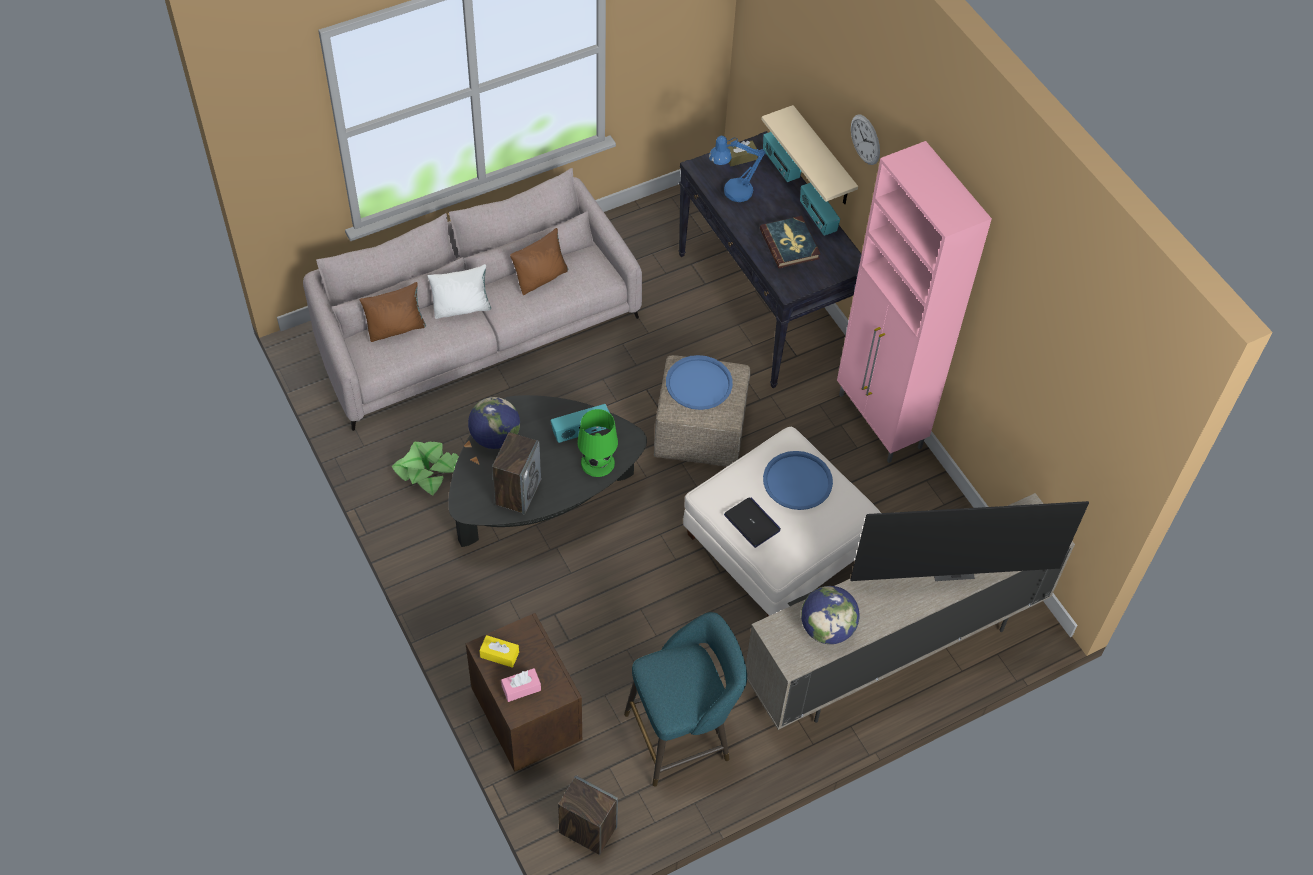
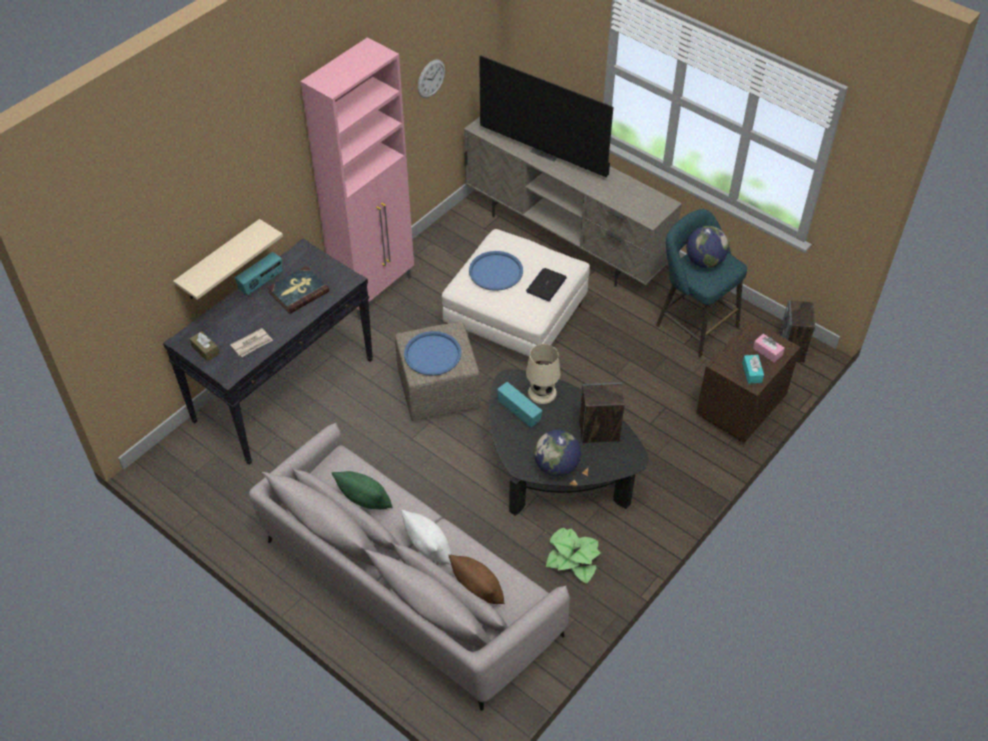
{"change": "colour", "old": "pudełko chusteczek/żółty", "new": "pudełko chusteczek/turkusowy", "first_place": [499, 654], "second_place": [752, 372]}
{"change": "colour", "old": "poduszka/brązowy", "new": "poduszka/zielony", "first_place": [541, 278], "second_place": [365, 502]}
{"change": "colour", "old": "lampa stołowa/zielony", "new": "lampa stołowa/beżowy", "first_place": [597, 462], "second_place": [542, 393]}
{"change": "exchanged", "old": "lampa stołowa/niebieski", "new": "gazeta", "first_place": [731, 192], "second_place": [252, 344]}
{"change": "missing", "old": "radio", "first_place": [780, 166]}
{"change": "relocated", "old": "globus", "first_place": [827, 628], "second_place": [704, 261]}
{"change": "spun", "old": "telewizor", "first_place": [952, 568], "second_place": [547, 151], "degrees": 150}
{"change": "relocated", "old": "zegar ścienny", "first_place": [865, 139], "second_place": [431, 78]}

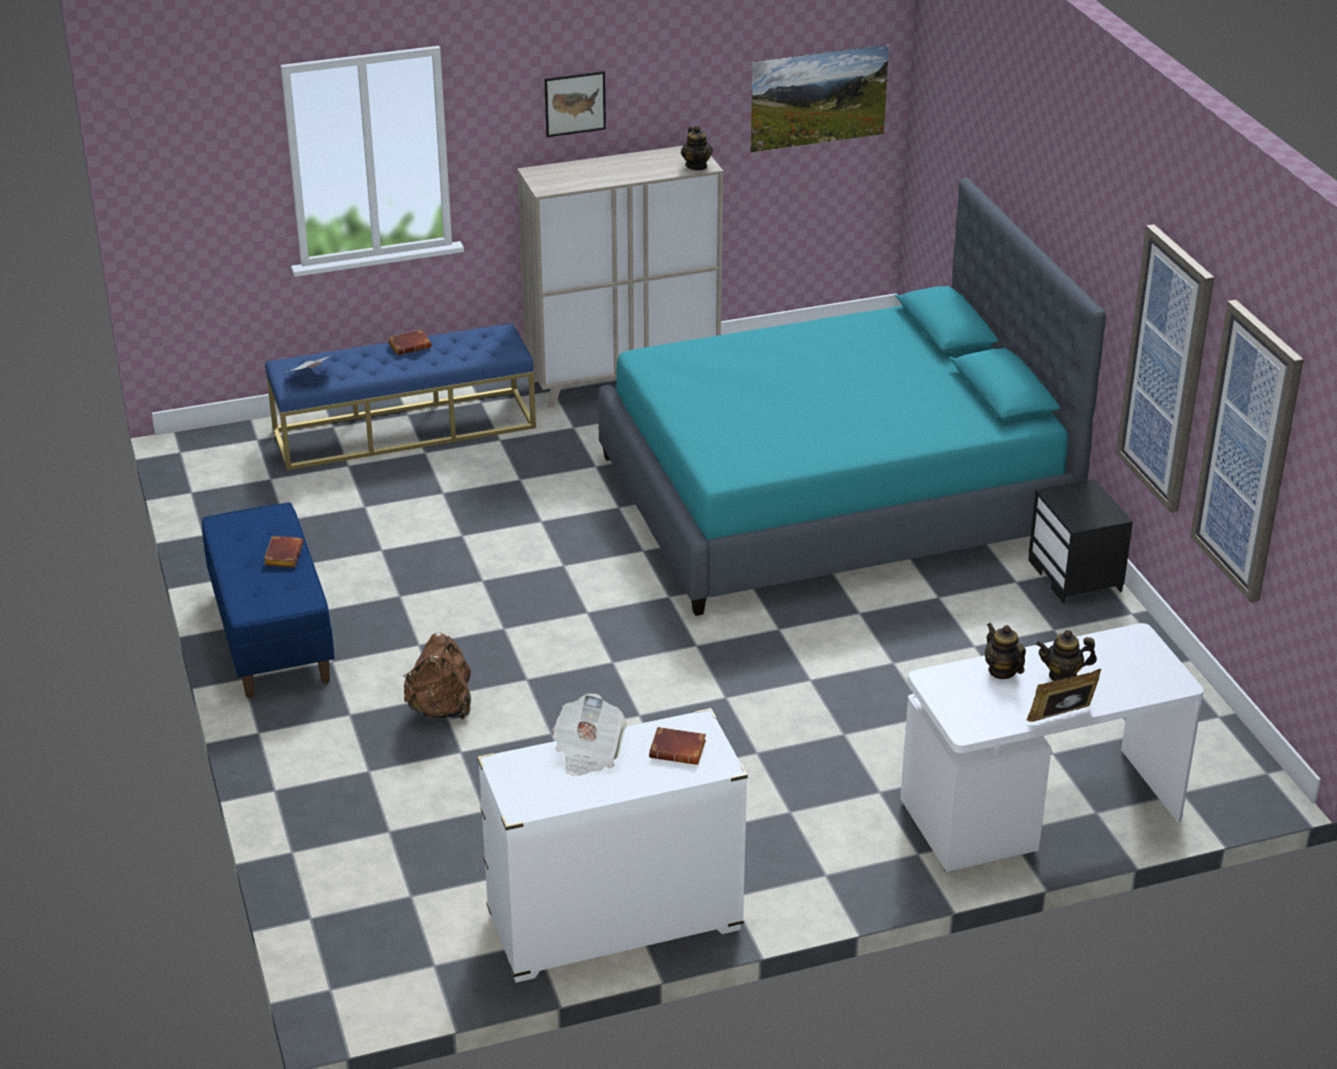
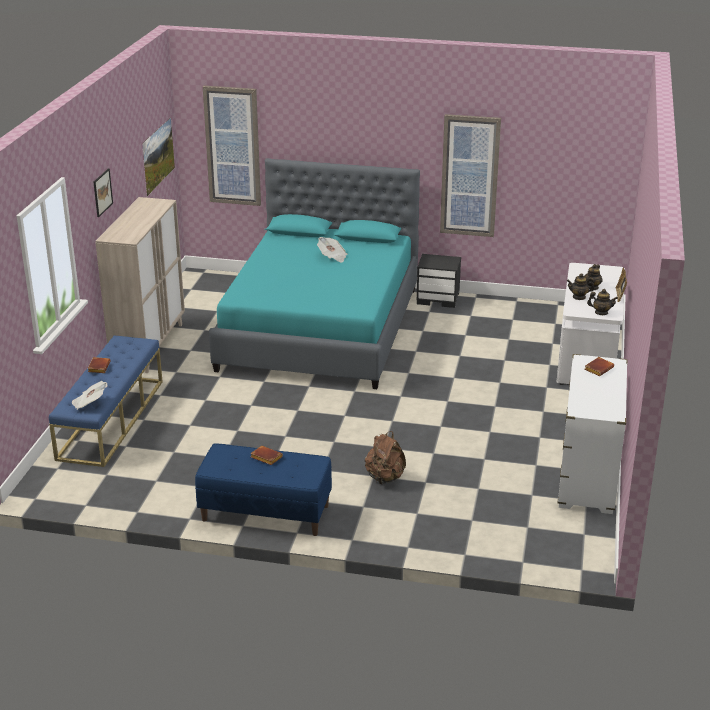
{"change": "relocated", "old": "gazeta", "first_place": [588, 752], "second_place": [332, 257]}
{"change": "relocated", "old": "imbryk", "first_place": [696, 166], "second_place": [601, 312]}
{"change": "relocated", "old": "obraz", "first_place": [1248, 452], "second_place": [233, 146]}

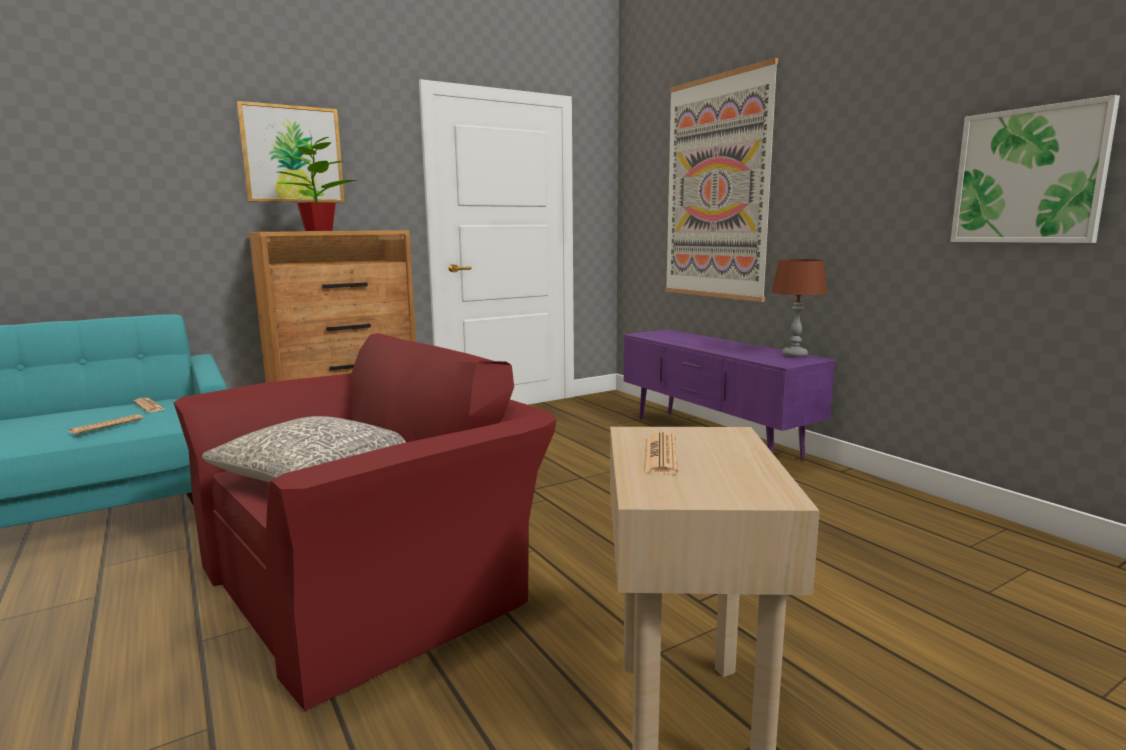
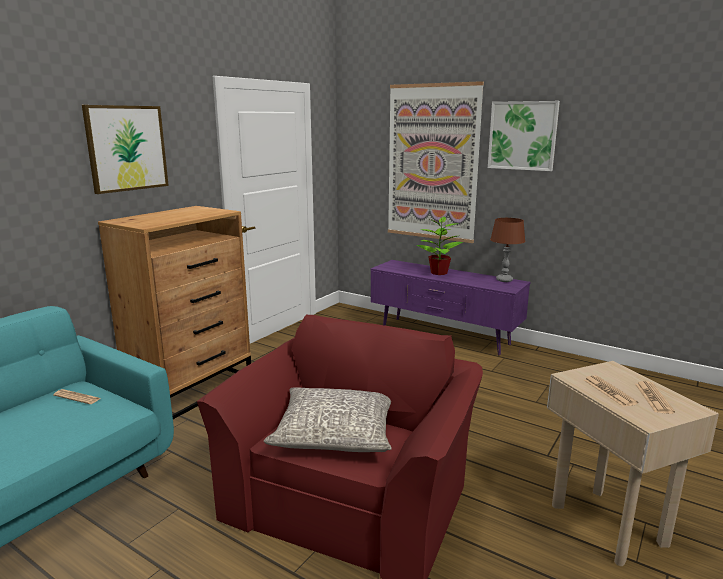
{"change": "relocated", "old": "gazeta", "first_place": [106, 425], "second_place": [653, 398]}
{"change": "relocated", "old": "roślina doniczkowa", "first_place": [317, 230], "second_place": [438, 273]}
{"change": "relocated", "old": "obraz", "first_place": [1029, 176], "second_place": [522, 136]}

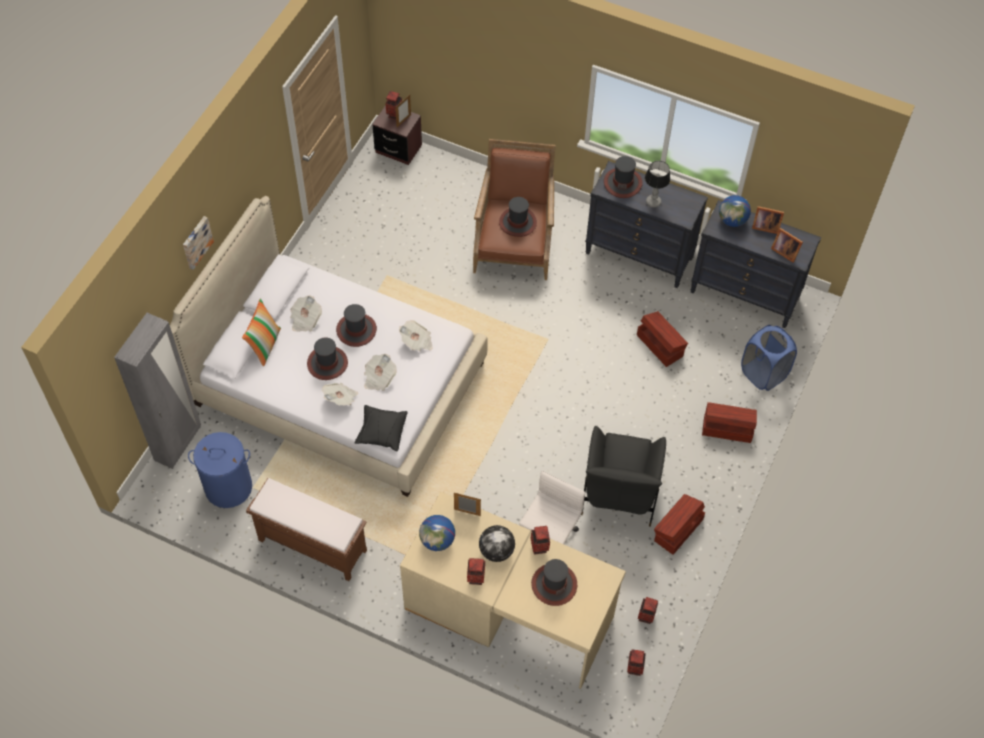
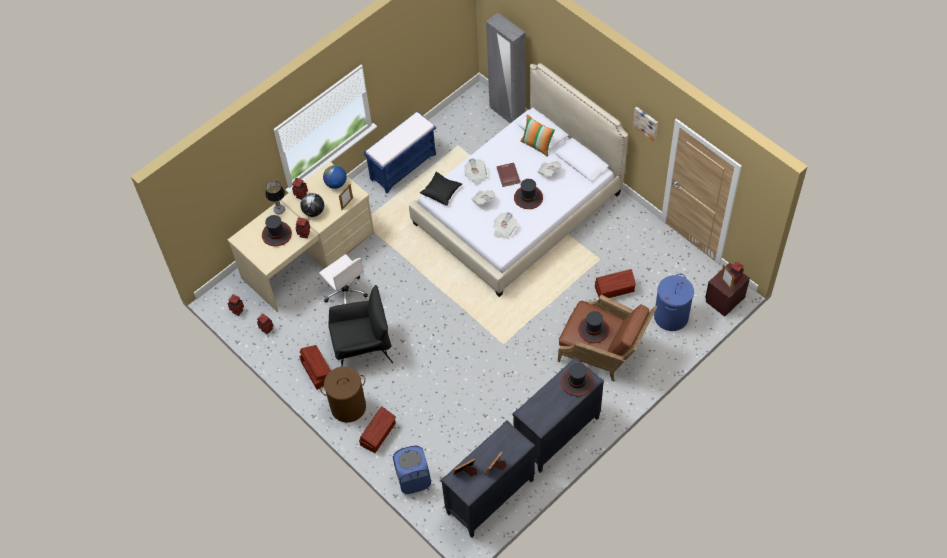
{"change": "relocated", "old": "obraz", "first_place": [196, 242], "second_place": [646, 122]}
{"change": "relocated", "old": "kosz na pranie/niebieski", "first_place": [228, 487], "second_place": [671, 316]}
{"change": "colour", "old": "ławka/brązowy", "new": "ławka/niebieski", "first_place": [311, 545], "second_place": [403, 166]}
{"change": "exchanged", "old": "kapelusz", "new": "książka/czerwony", "first_place": [327, 363], "second_place": [507, 175]}
{"change": "spun", "old": "fotel/czarny", "first_place": [620, 489], "second_place": [362, 347], "degrees": 135}
{"change": "relocated", "old": "pojemnik do przechowywania/brązowy", "first_place": [660, 345], "second_place": [615, 289]}
{"change": "relocated", "old": "lampa stołowa", "first_place": [653, 202], "second_place": [279, 210]}
{"change": "missing", "old": "globus", "first_place": [732, 221]}
{"change": "appeared", "new": "kosz na pranie/brązowy", "second_place": [348, 407]}

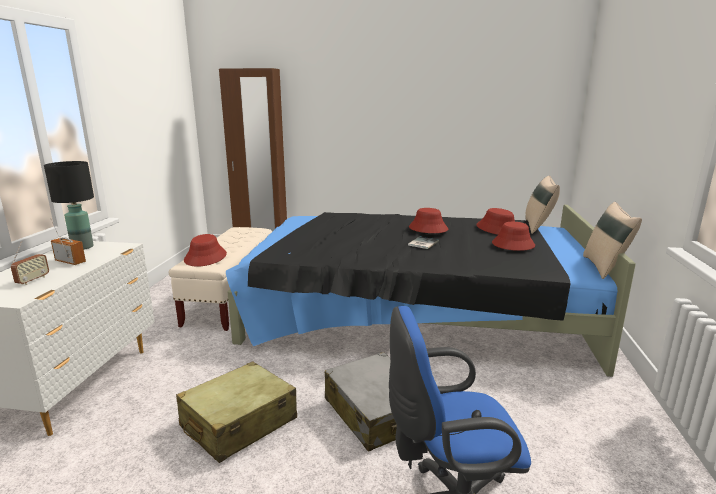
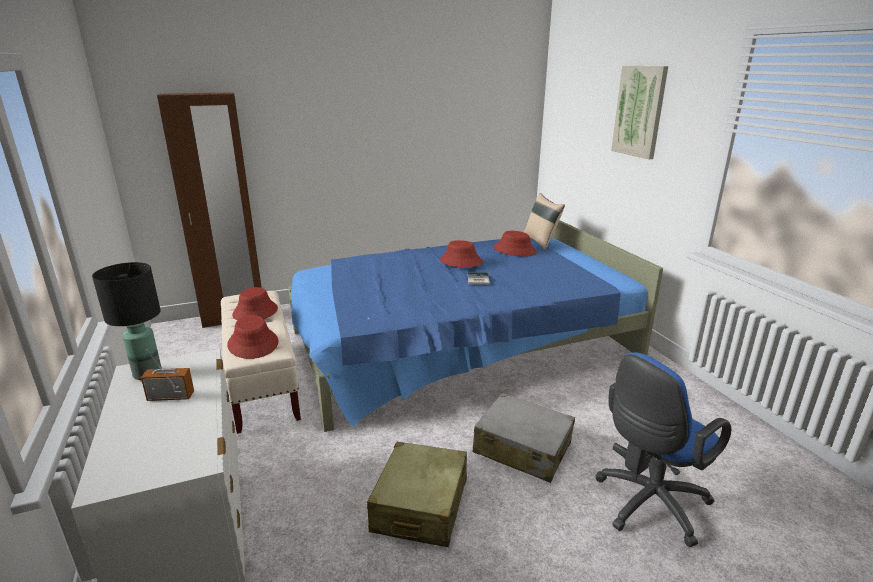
{"change": "missing", "old": "radio", "first_place": [33, 280]}
{"change": "colour", "old": "łóżko/czarny", "new": "łóżko/niebieski", "first_place": [412, 311], "second_place": [459, 345]}
{"change": "relocated", "old": "kapelusz/czerwony", "first_place": [513, 244], "second_place": [255, 312]}
{"change": "missing", "old": "poduszka/beżowy", "first_place": [605, 268]}
{"change": "appeared", "new": "obraz", "second_place": [639, 111]}

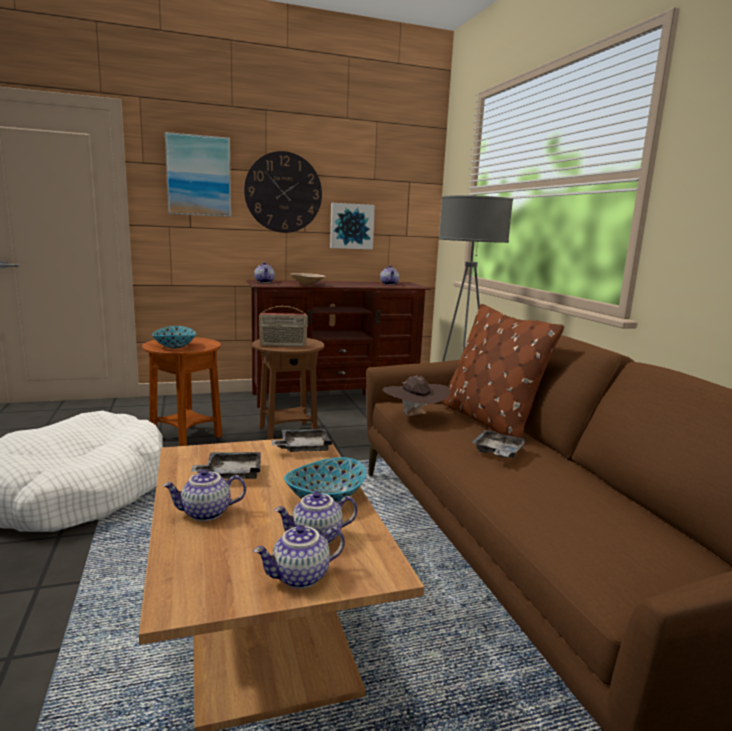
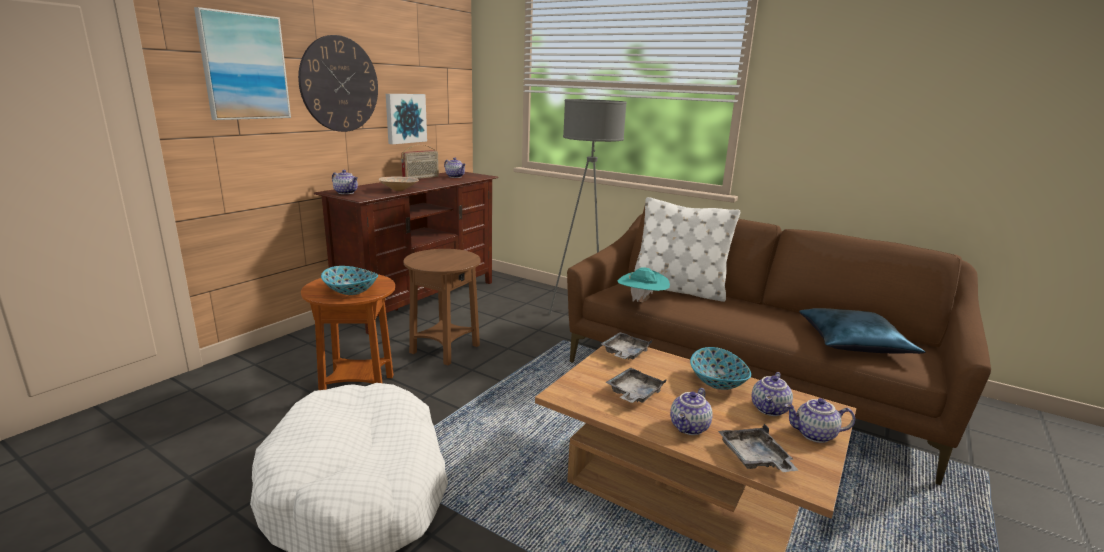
{"change": "spun", "old": "imbryk", "first_place": [300, 578], "second_place": [814, 435], "degrees": 75}
{"change": "relocated", "old": "radio", "first_place": [283, 346], "second_place": [421, 178]}
{"change": "colour", "old": "kapelusz/brązowy", "new": "kapelusz/turkusowy", "first_place": [414, 417], "second_place": [641, 302]}
{"change": "colour", "old": "poduszka/brązowy", "new": "poduszka/biały", "first_place": [488, 420], "second_place": [678, 289]}
{"change": "relocated", "old": "taca/szary", "first_place": [498, 452], "second_place": [754, 458]}
{"change": "appeared", "new": "poduszka/niebieski", "second_place": [853, 342]}

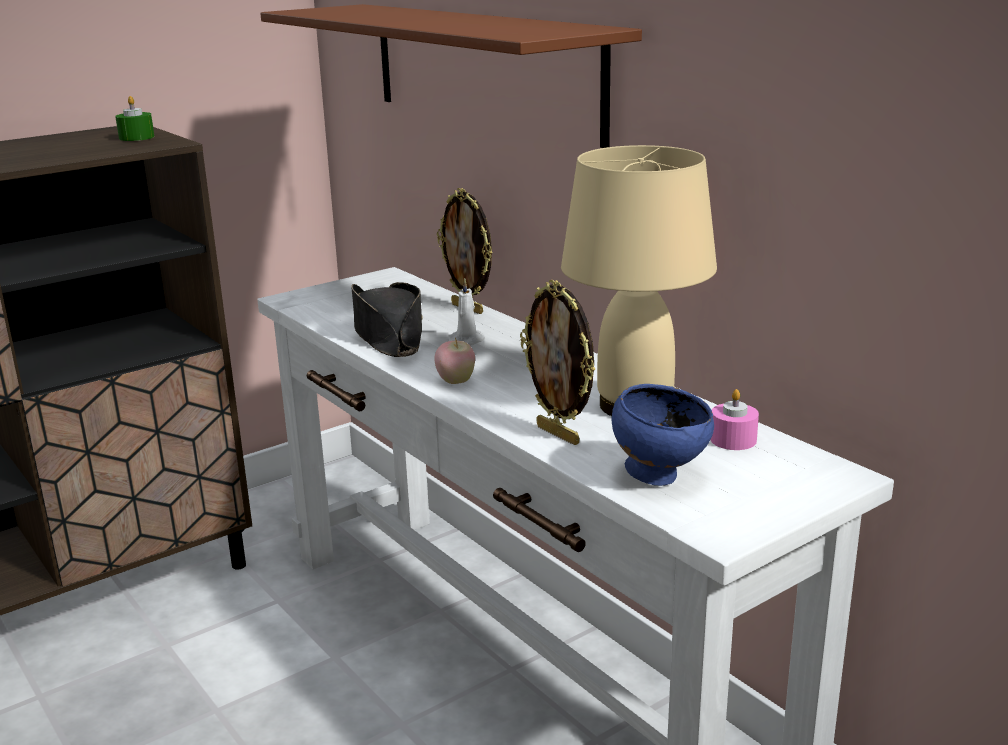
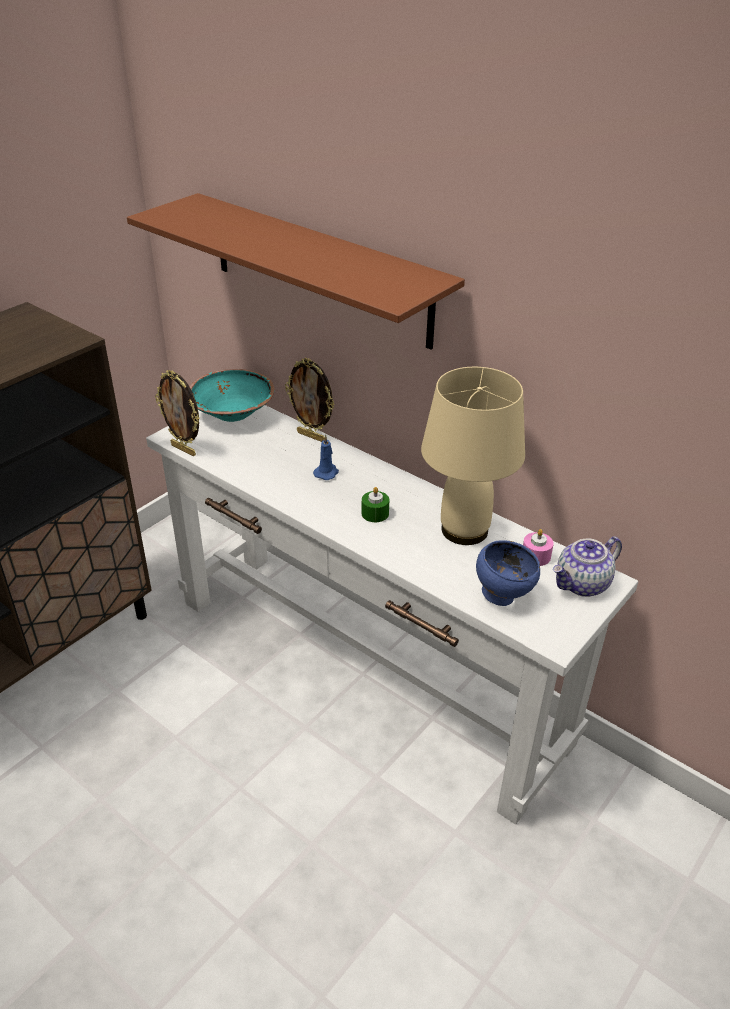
{"change": "relocated", "old": "świeca/zielony", "first_place": [136, 137], "second_place": [375, 513]}
{"change": "missing", "old": "kapelusz/czarny", "first_place": [388, 335]}
{"change": "missing", "old": "jabłko", "first_place": [456, 381]}
{"change": "colour", "old": "świeca/biały", "new": "świeca/niebieski", "first_place": [468, 340], "second_place": [326, 473]}
{"change": "relocated", "old": "ramka na zdjęcie", "first_place": [559, 434], "second_place": [184, 449]}
{"change": "appeared", "new": "miska/turkusowy", "second_place": [233, 413]}
{"change": "appeared", "new": "imbryk", "second_place": [582, 584]}

